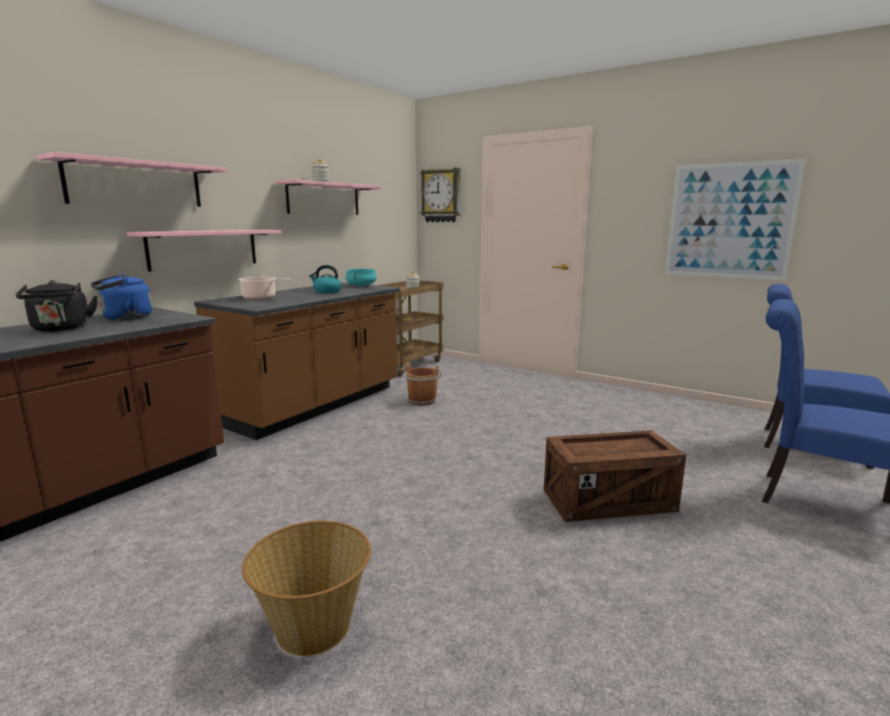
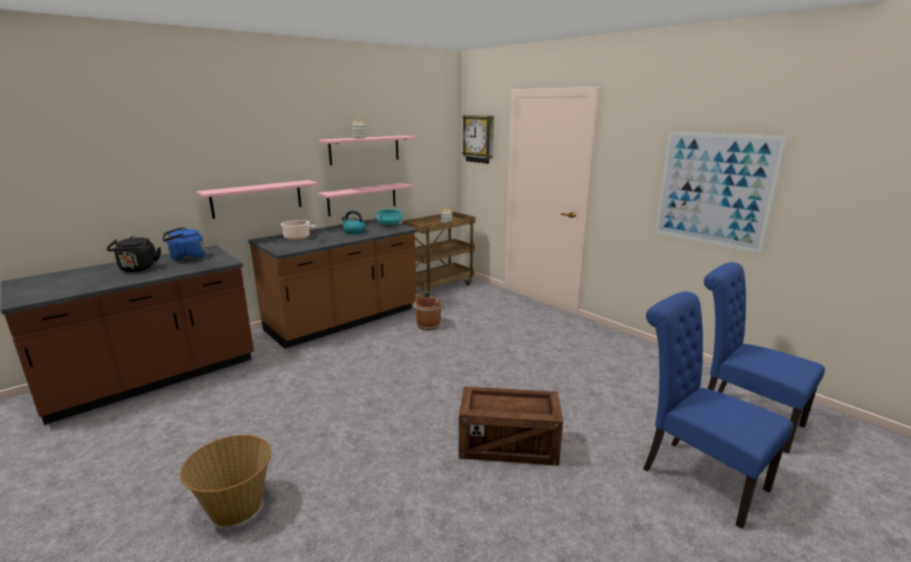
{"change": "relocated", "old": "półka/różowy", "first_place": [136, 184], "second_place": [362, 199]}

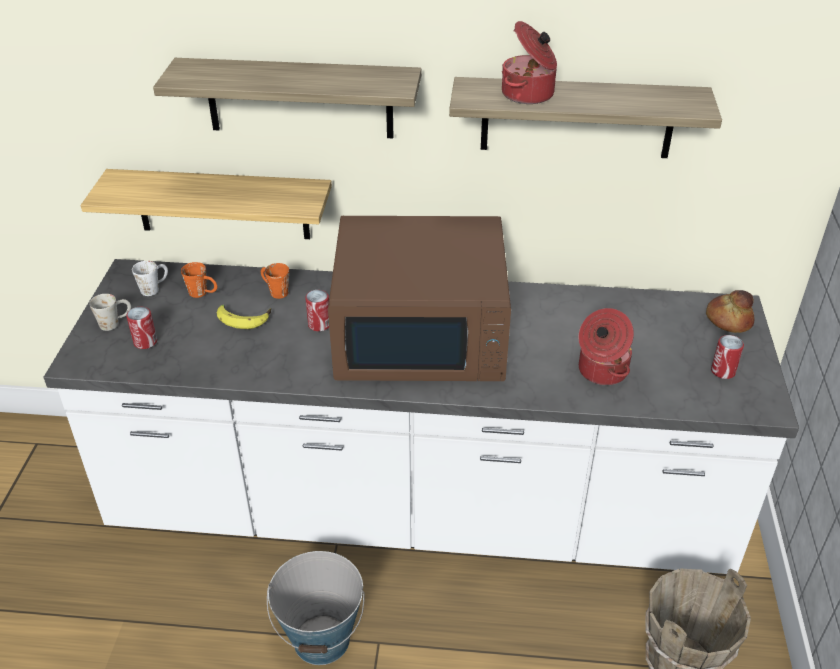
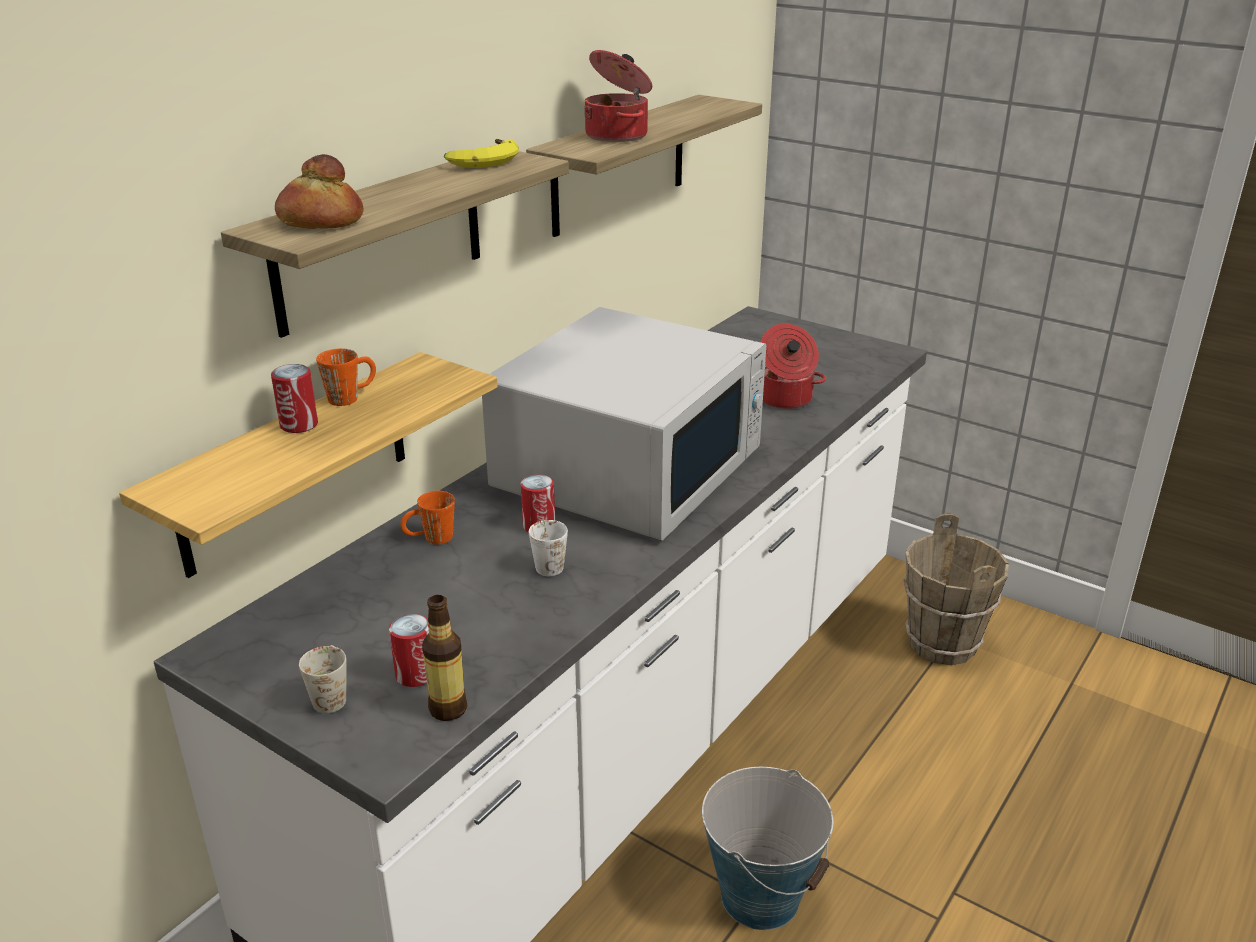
{"change": "relocated", "old": "kubek/biały", "first_place": [154, 288], "second_place": [547, 563]}
{"change": "relocated", "old": "kubek/pomarańczowy", "first_place": [203, 293], "second_place": [351, 397]}
{"change": "relocated", "old": "banan", "first_place": [244, 318], "second_place": [481, 161]}
{"change": "colour", "old": "mikrofalówka/brązowy", "new": "mikrofalówka/biały", "first_place": [422, 334], "second_place": [630, 468]}
{"change": "relocated", "old": "chleb", "first_place": [728, 320], "second_place": [320, 221]}
{"change": "relocated", "old": "puszka", "first_place": [723, 371], "second_place": [299, 425]}
{"change": "appeared", "new": "butelka", "second_place": [448, 709]}

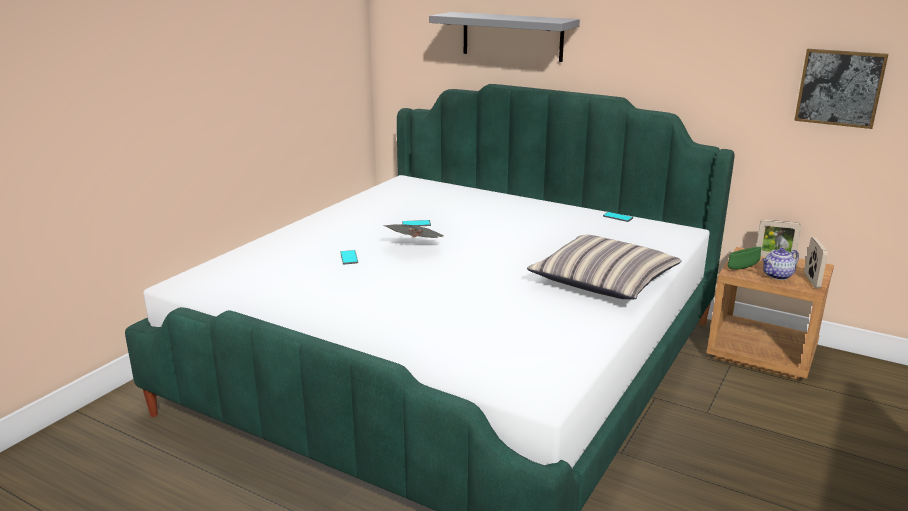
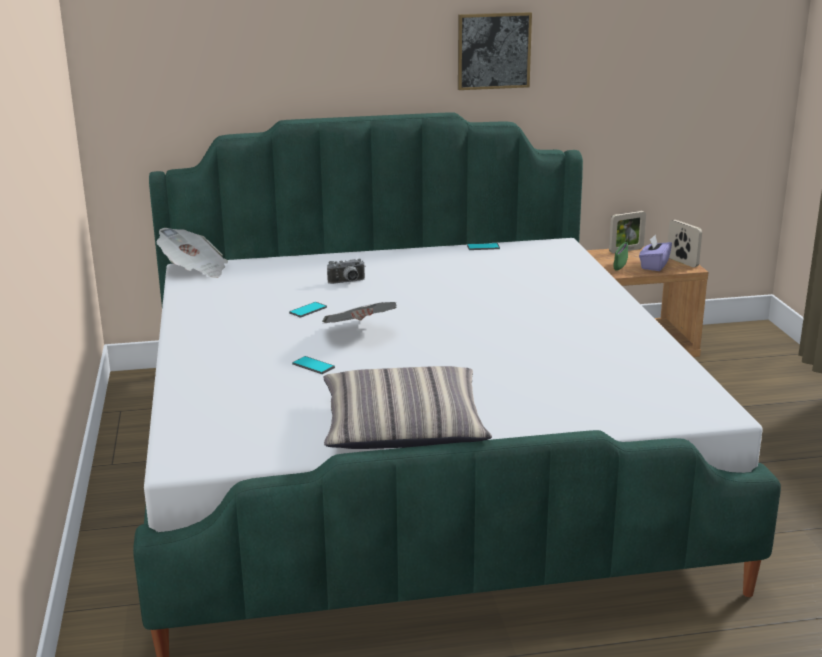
{"change": "missing", "old": "półka/szary", "first_place": [512, 36]}
{"change": "relocated", "old": "poduszka", "first_place": [603, 281], "second_place": [403, 427]}
{"change": "exchanged", "old": "imbryk", "new": "pudełko chusteczek/fioletowy", "first_place": [777, 276], "second_place": [654, 265]}
{"change": "relocated", "old": "obraz", "first_place": [839, 88], "second_place": [493, 50]}
{"change": "appeared", "new": "gazeta", "second_place": [195, 270]}
{"change": "appeared", "new": "aparat fotograficzny", "second_place": [347, 282]}

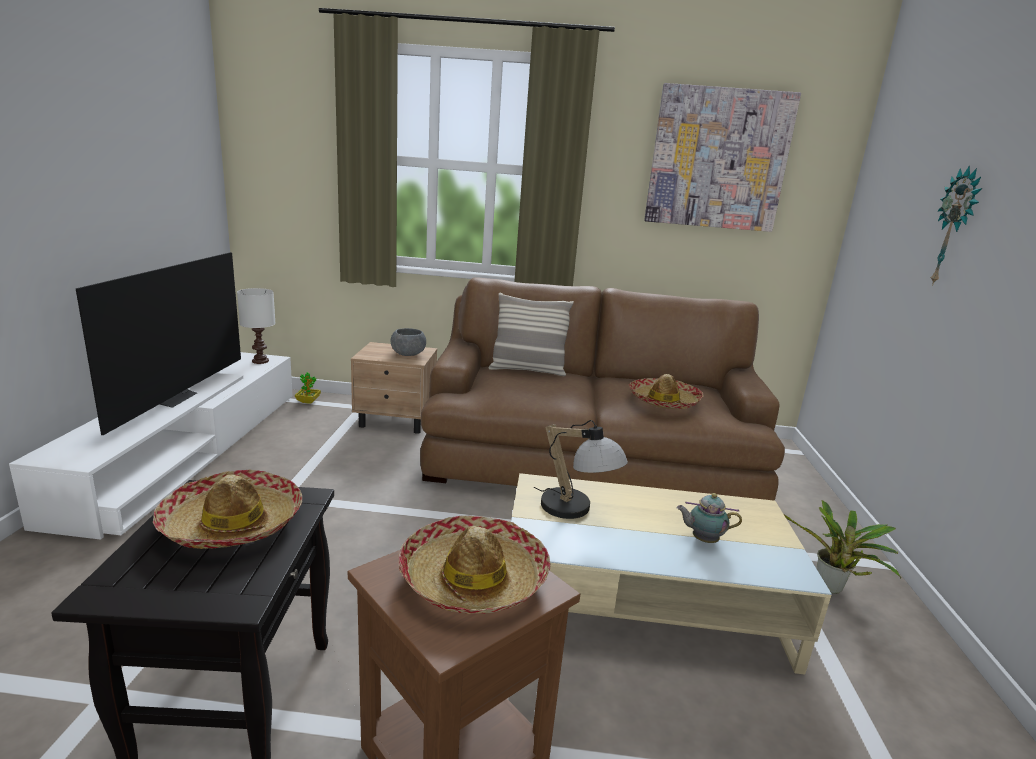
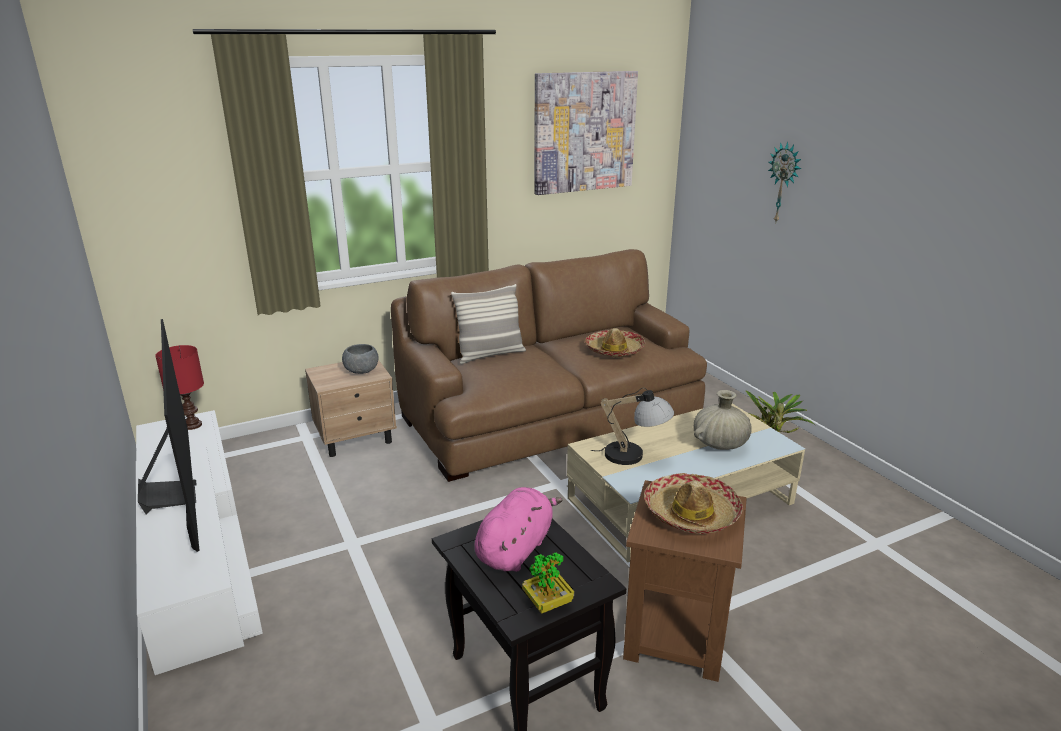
{"change": "exchanged", "old": "kapelusz", "new": "pluszak/różowy", "first_place": [233, 523], "second_place": [516, 549]}
{"change": "colour", "old": "lampa stołowa/biały", "new": "lampa stołowa/czerwony", "first_place": [260, 361], "second_place": [191, 425]}
{"change": "relocated", "old": "roślina doniczkowa", "first_place": [308, 401], "second_place": [547, 603]}
{"change": "exchanged", "old": "imbryk", "new": "wazon/beżowy", "first_place": [702, 540], "second_place": [719, 444]}

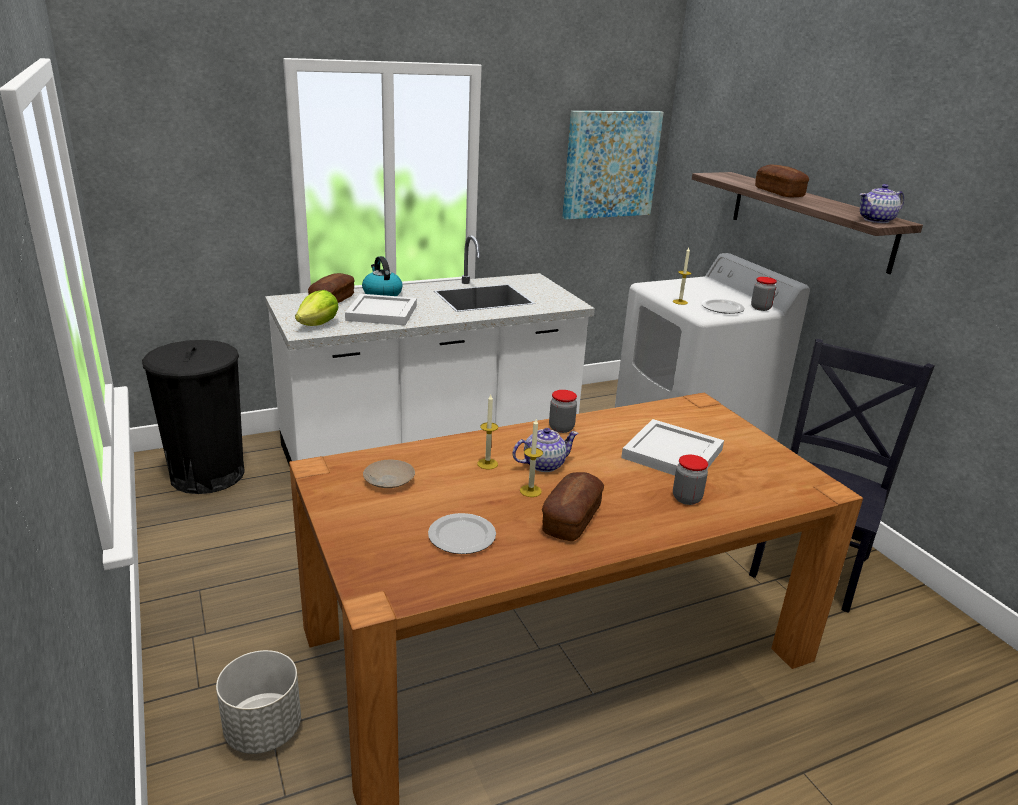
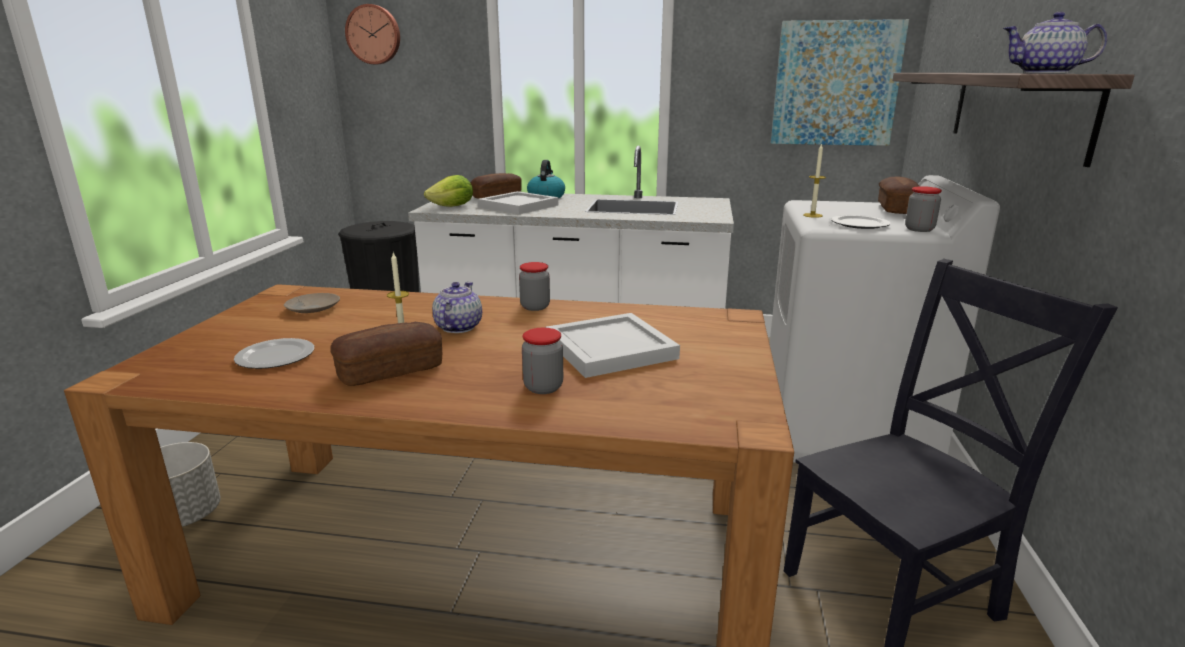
{"change": "missing", "old": "świeca", "first_place": [487, 464]}
{"change": "spun", "old": "imbryk", "first_place": [543, 464], "second_place": [457, 327], "degrees": -90}
{"change": "relocated", "old": "chleb", "first_place": [778, 193], "second_place": [896, 208]}
{"change": "appeared", "new": "zegar ścienny", "second_place": [374, 34]}

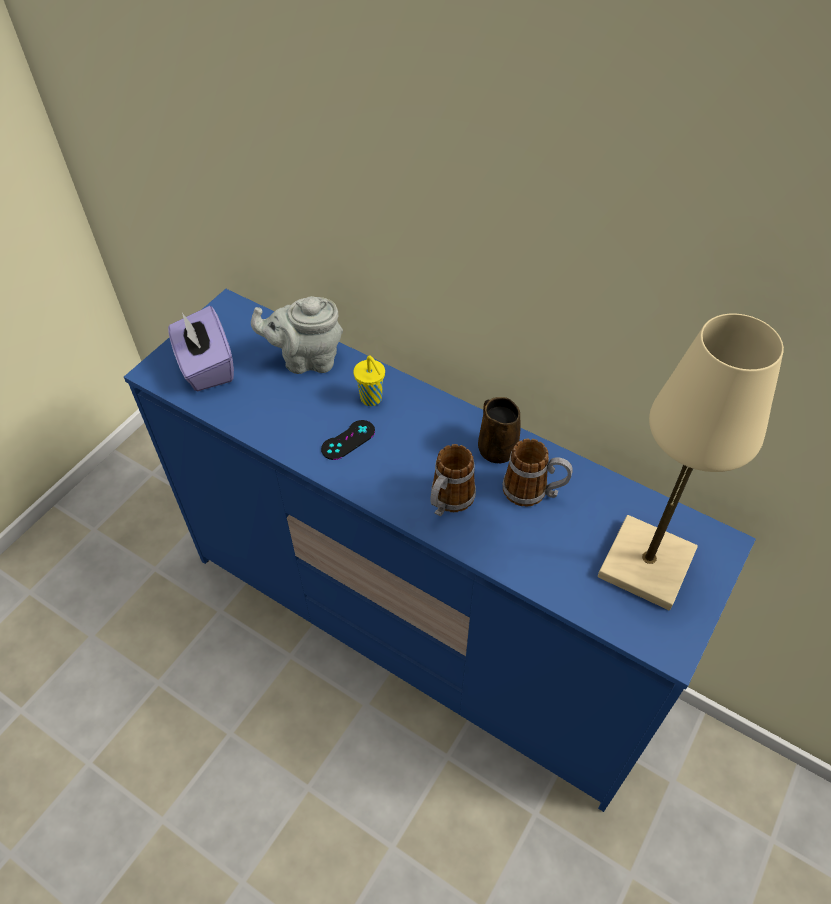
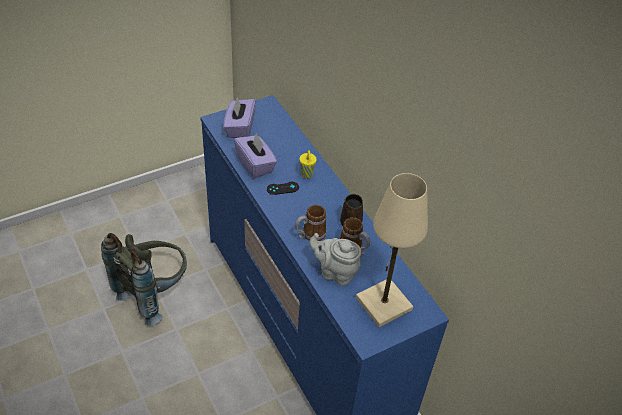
{"change": "relocated", "old": "imbryk/szary", "first_place": [306, 359], "second_place": [335, 272]}
{"change": "appeared", "new": "plecak/szary", "second_place": [153, 293]}
{"change": "appeared", "new": "pudełko chusteczek/fioletowy", "second_place": [255, 164]}

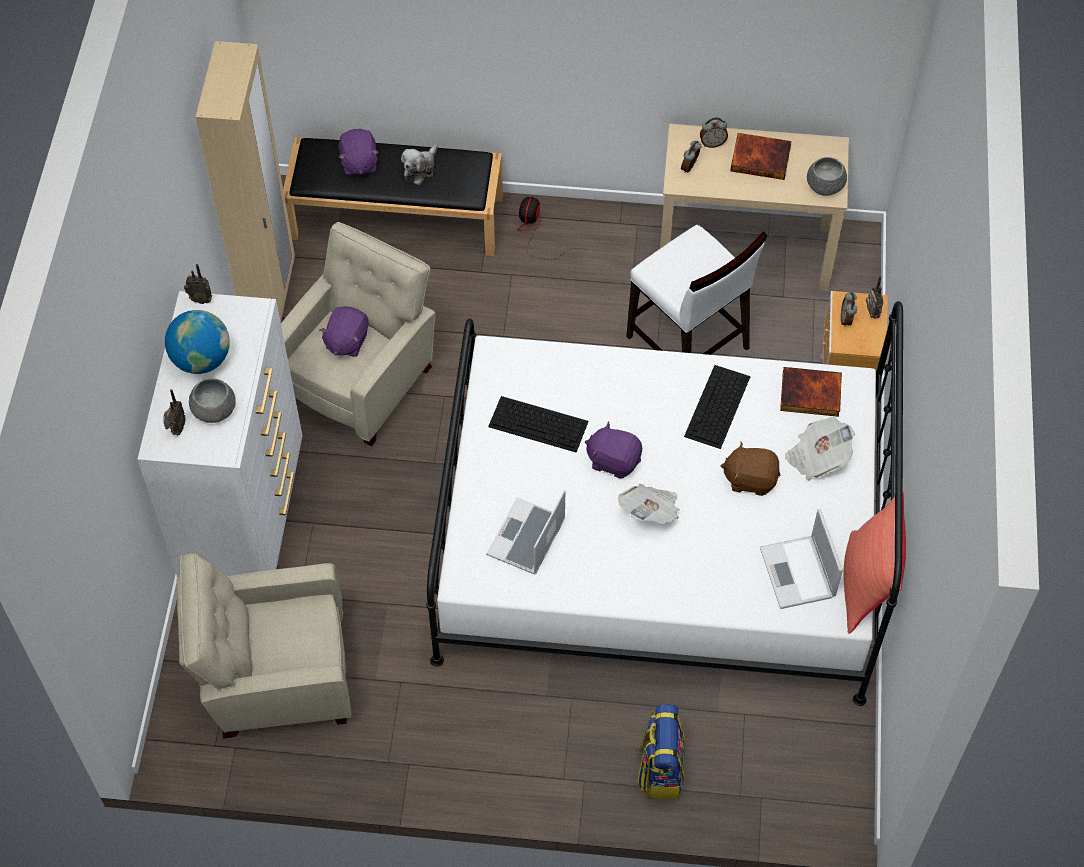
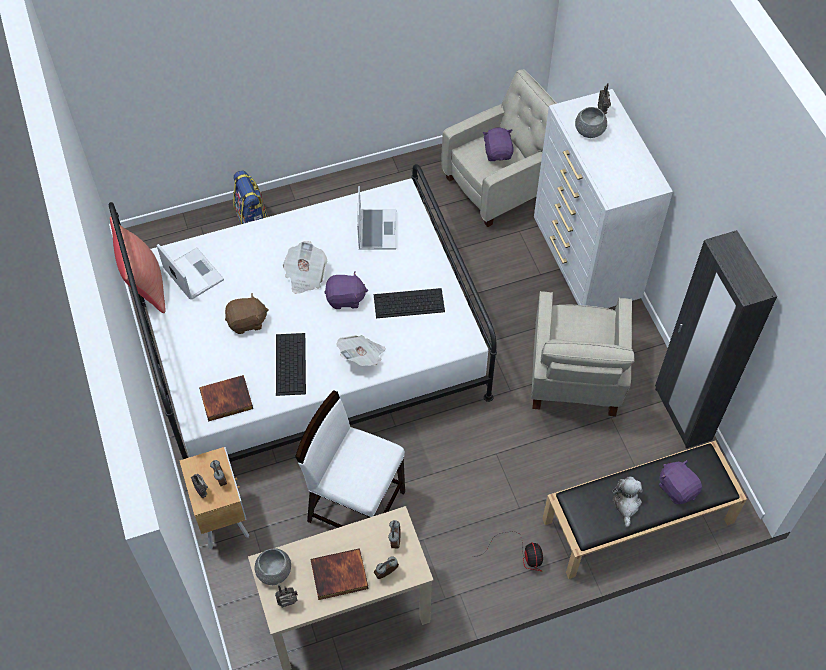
{"change": "missing", "old": "globus", "first_place": [201, 359]}
{"change": "relocated", "old": "radio", "first_place": [201, 299], "second_place": [289, 604]}
{"change": "colour", "old": "szafa/beżowy", "new": "szafa/czarny", "first_place": [270, 295], "second_place": [682, 414]}
{"change": "relocated", "old": "pluszak/fioletowy", "first_place": [346, 341], "second_place": [498, 152]}
{"change": "relocated", "old": "gazeta", "first_place": [817, 457], "second_place": [362, 356]}

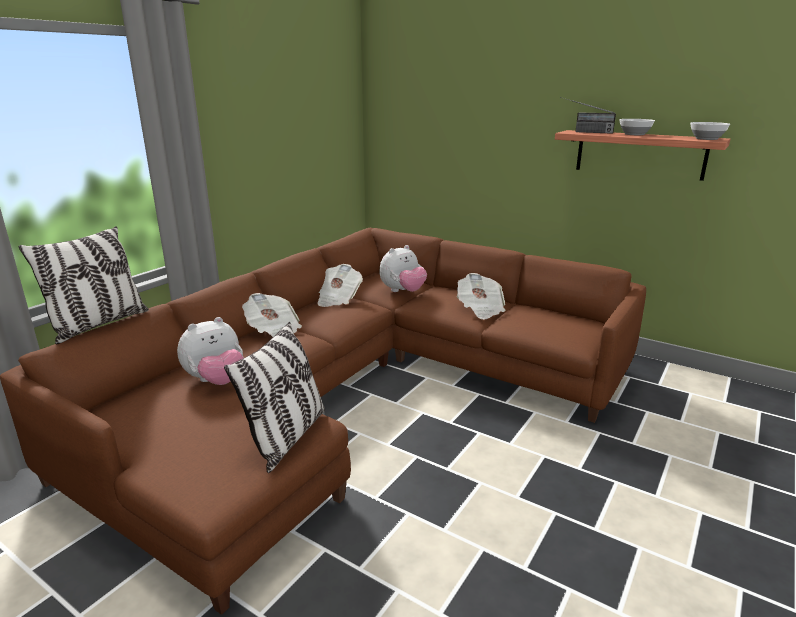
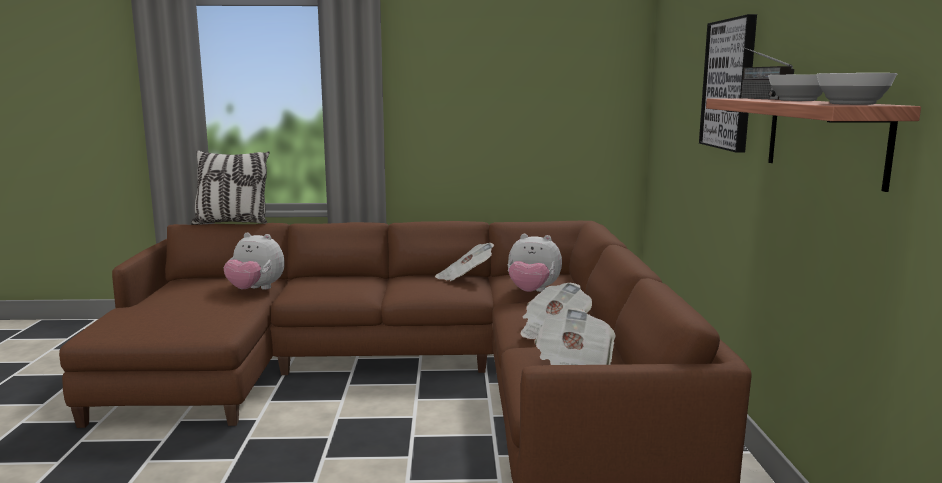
{"change": "missing", "old": "poduszka", "first_place": [287, 437]}
{"change": "relocated", "old": "gazeta", "first_place": [273, 330], "second_place": [573, 367]}
{"change": "appeared", "new": "obraz", "second_place": [729, 84]}

